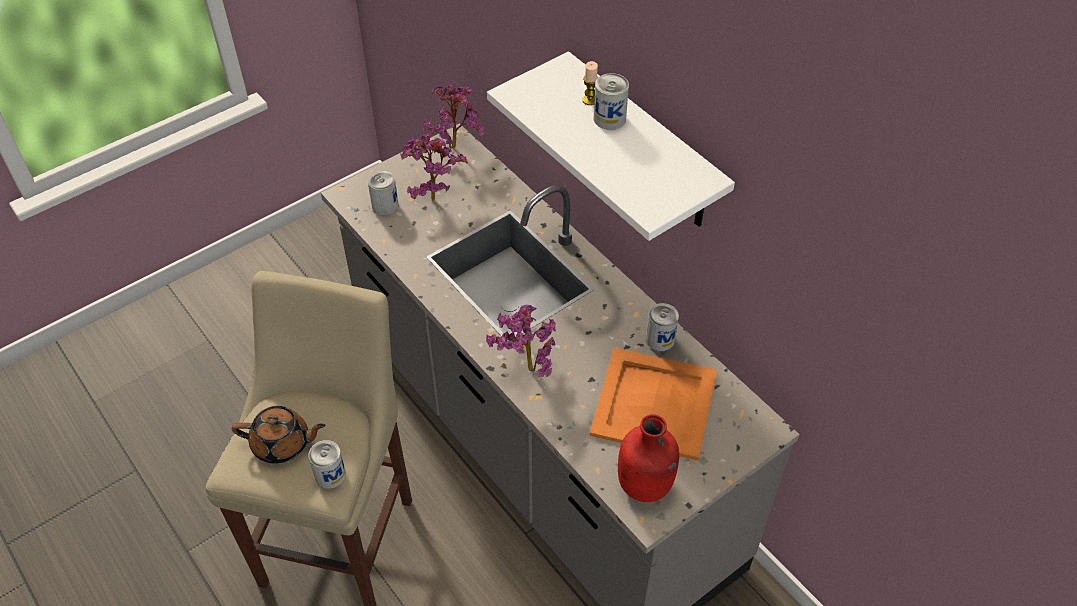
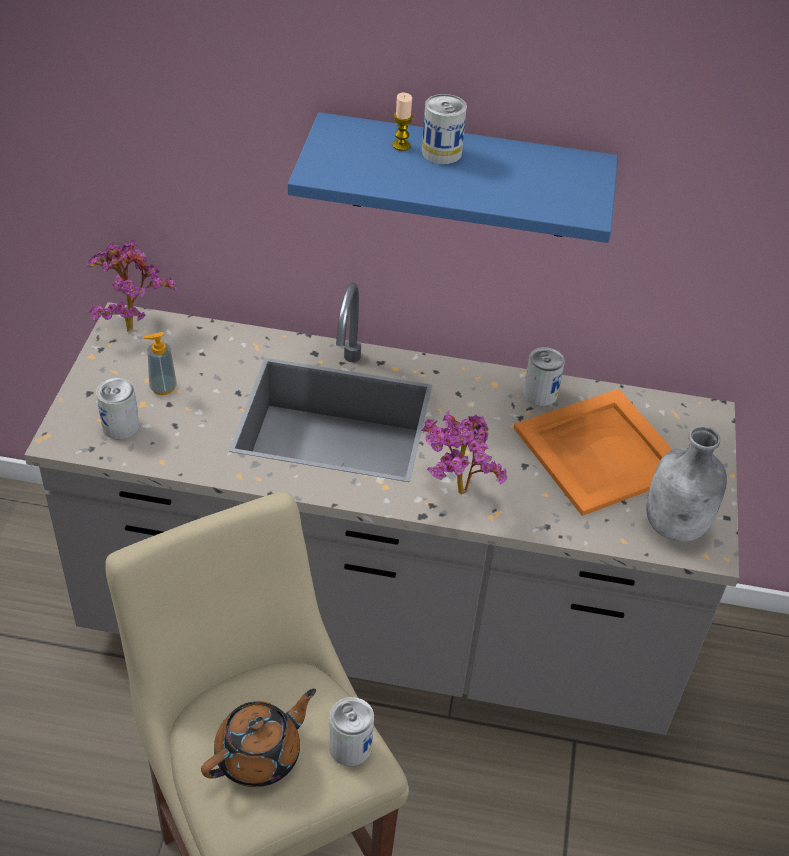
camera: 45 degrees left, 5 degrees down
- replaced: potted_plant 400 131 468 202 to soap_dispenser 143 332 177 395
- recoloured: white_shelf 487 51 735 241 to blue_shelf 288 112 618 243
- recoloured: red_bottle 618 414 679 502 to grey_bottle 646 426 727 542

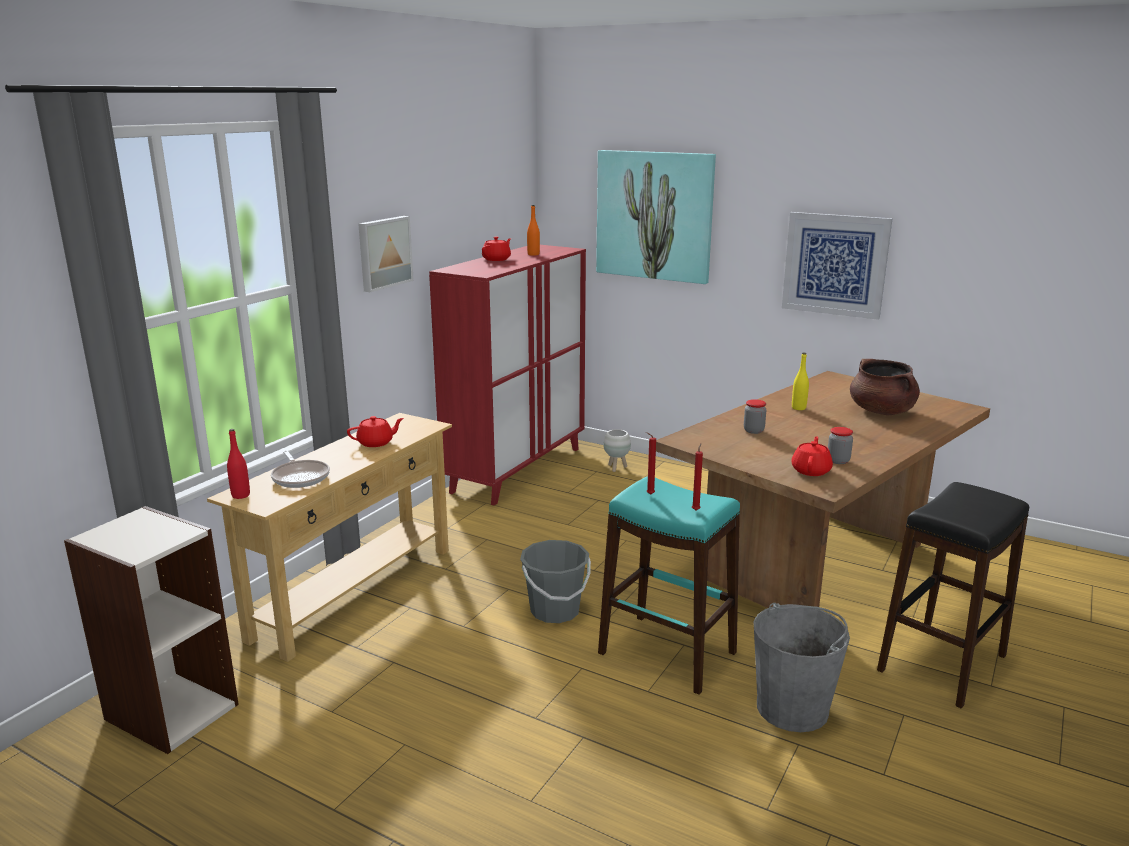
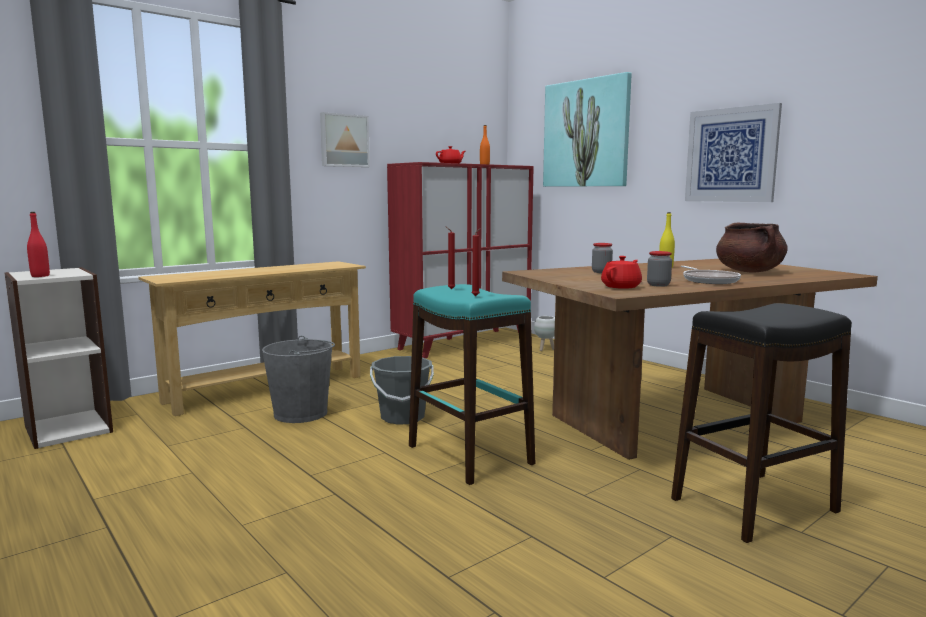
camera: 20 degrees right, 10 degrees down
- moved: red_bottle 227 429 250 499 to 27 212 50 277
- moved: grey_bucket 753 603 850 732 to 262 335 335 423
- moved: frying_pan 271 450 330 488 to 681 266 741 284
- removed: red_teapot 347 416 404 447

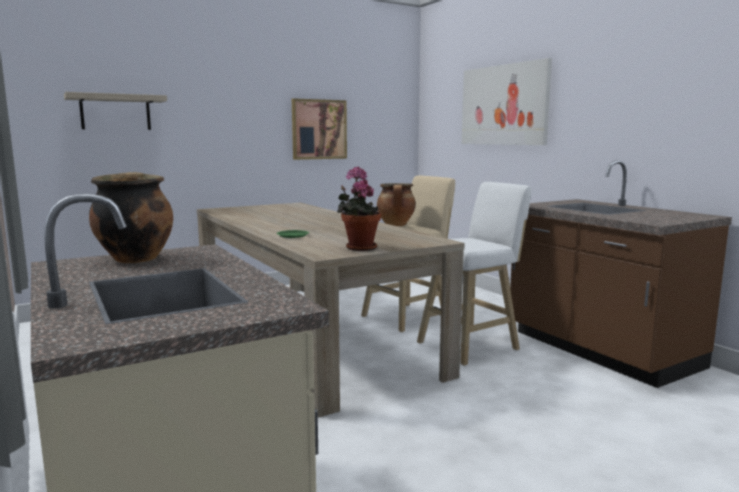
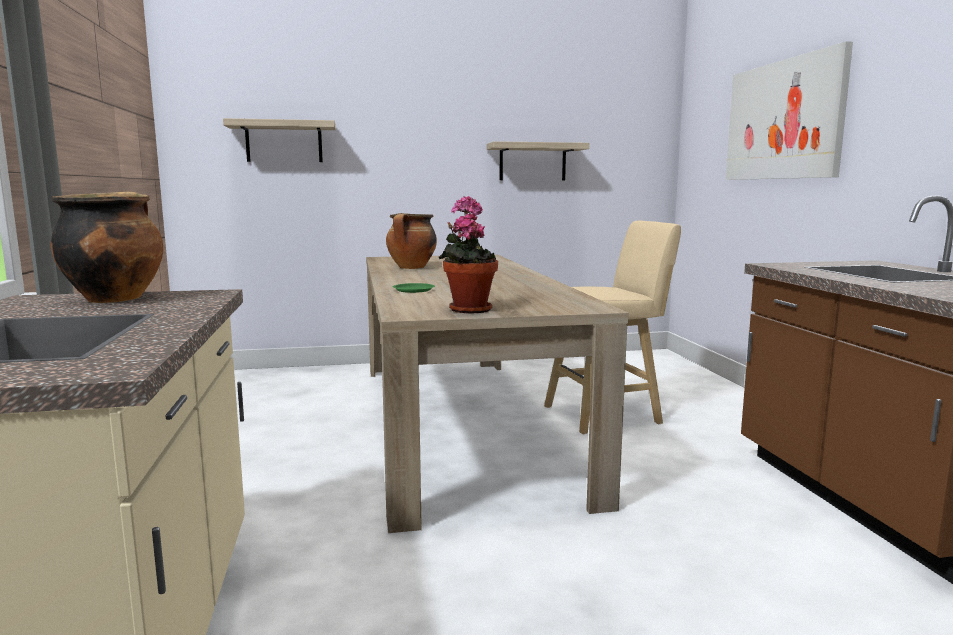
camera: 20 degrees right, 0 degrees up
- moved: cooking_pot 377 183 416 226 to 386 213 437 269
- replaced: picture 292 98 347 160 to shelf 487 141 589 181
- removed: white_stool 417 182 531 366

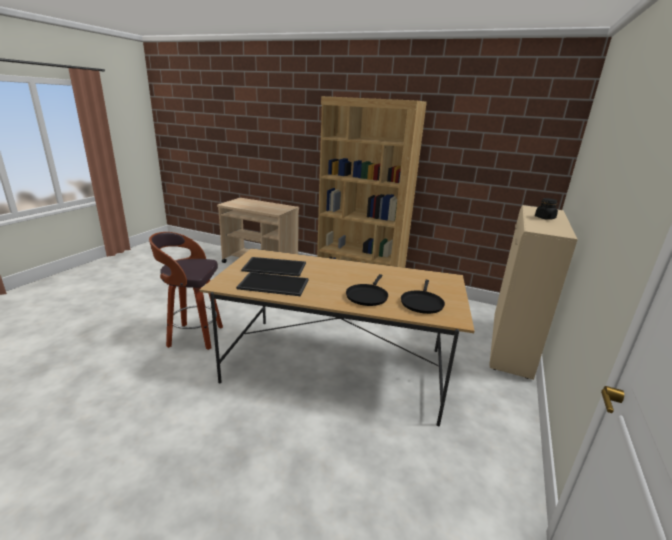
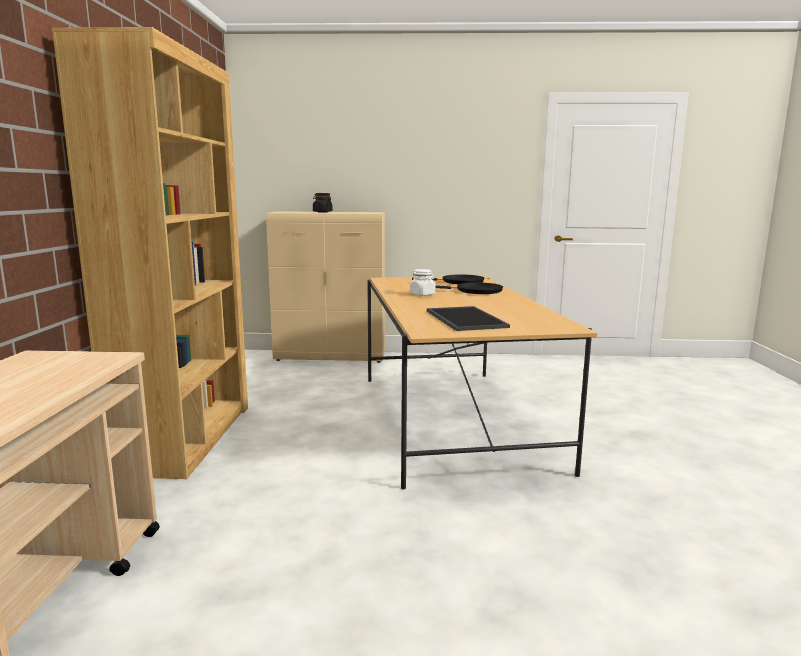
camera: 110 degrees left, 10 degrees down
- added: white_jar 410 269 436 296
- removed: stool 149 232 223 350
- removed: tray 236 272 309 296

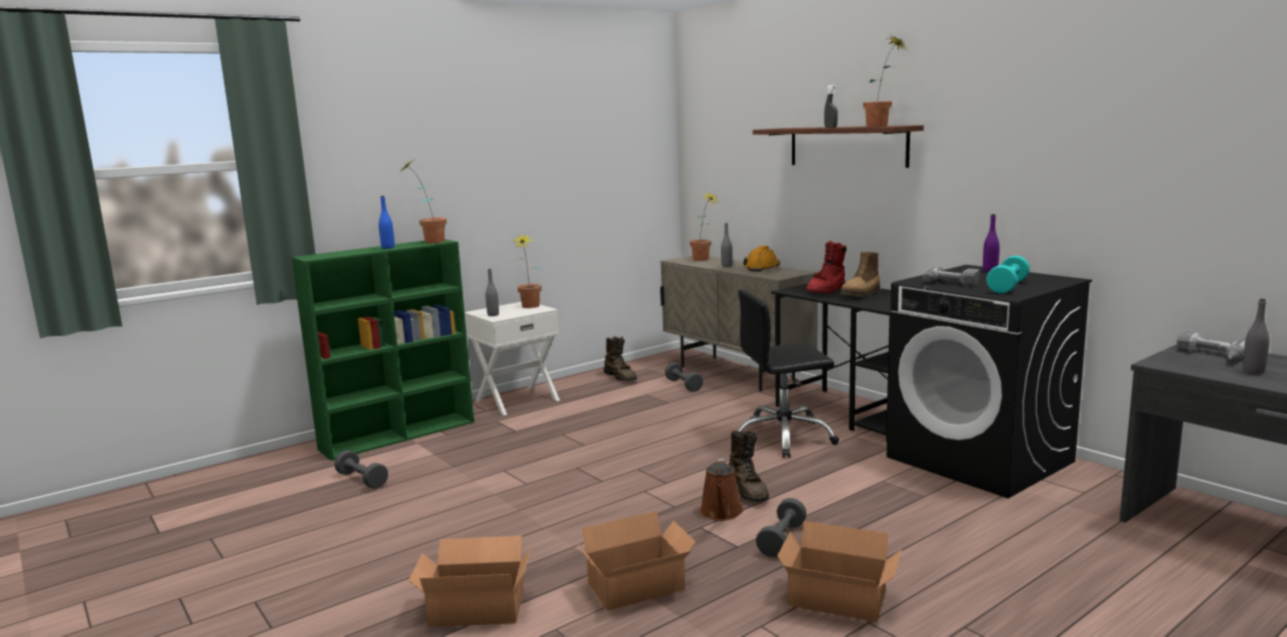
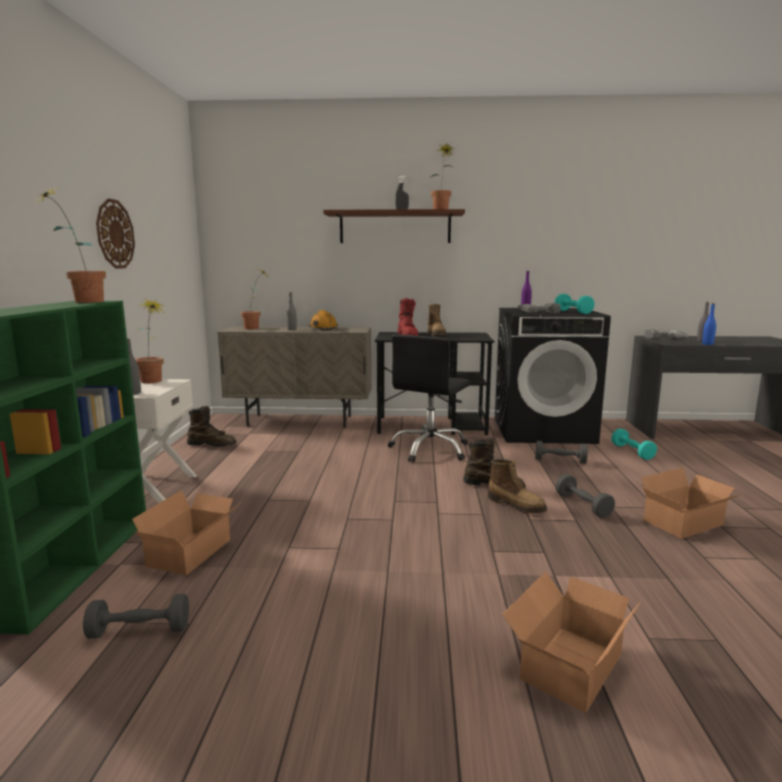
camera: 50 degrees left, 0 degrees up
- added: wall_clock 96 198 135 269
- moved: cardboard_box 576 511 696 611 to 132 490 240 575
- replaced: brown_watering_can 700 458 744 521 to boot 488 459 547 513
- moved: grey_dumbbell 665 362 703 392 to 535 441 588 464
- added: turquoise_dumbbell 611 429 657 460
- moved: blue_bottle 379 196 395 249 to 702 304 716 345

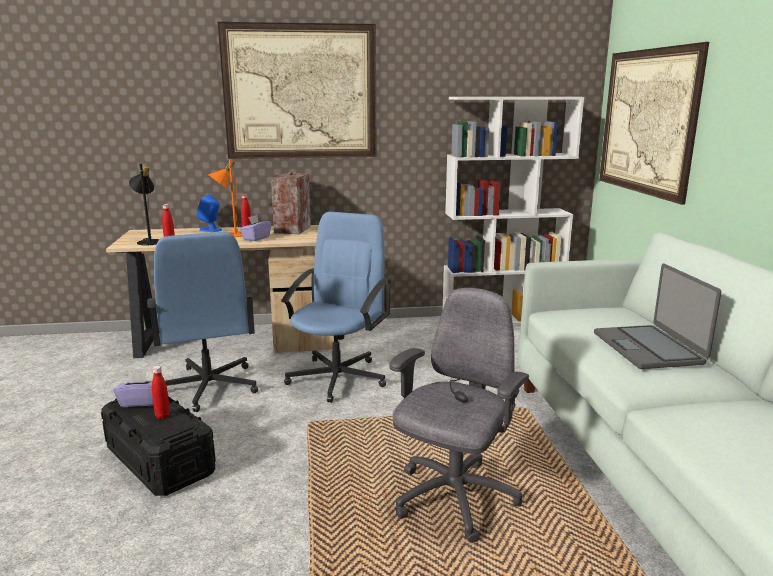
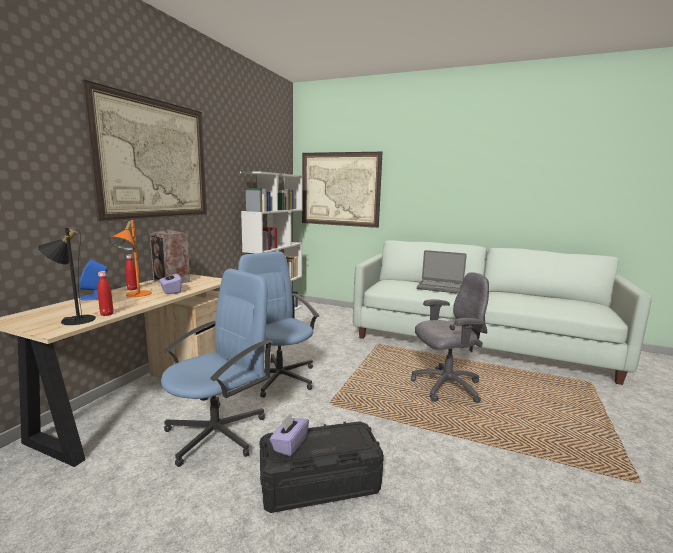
camera: 60 degrees left, 5 degrees down
- turned: blue_office_chair 147 232 258 412 = 161 268 273 467 60 degrees counterclockwise
- turned: grey_office_chair 389 288 529 542 = 411 272 489 403 105 degrees clockwise
- removed: red_bottle 152 366 170 419

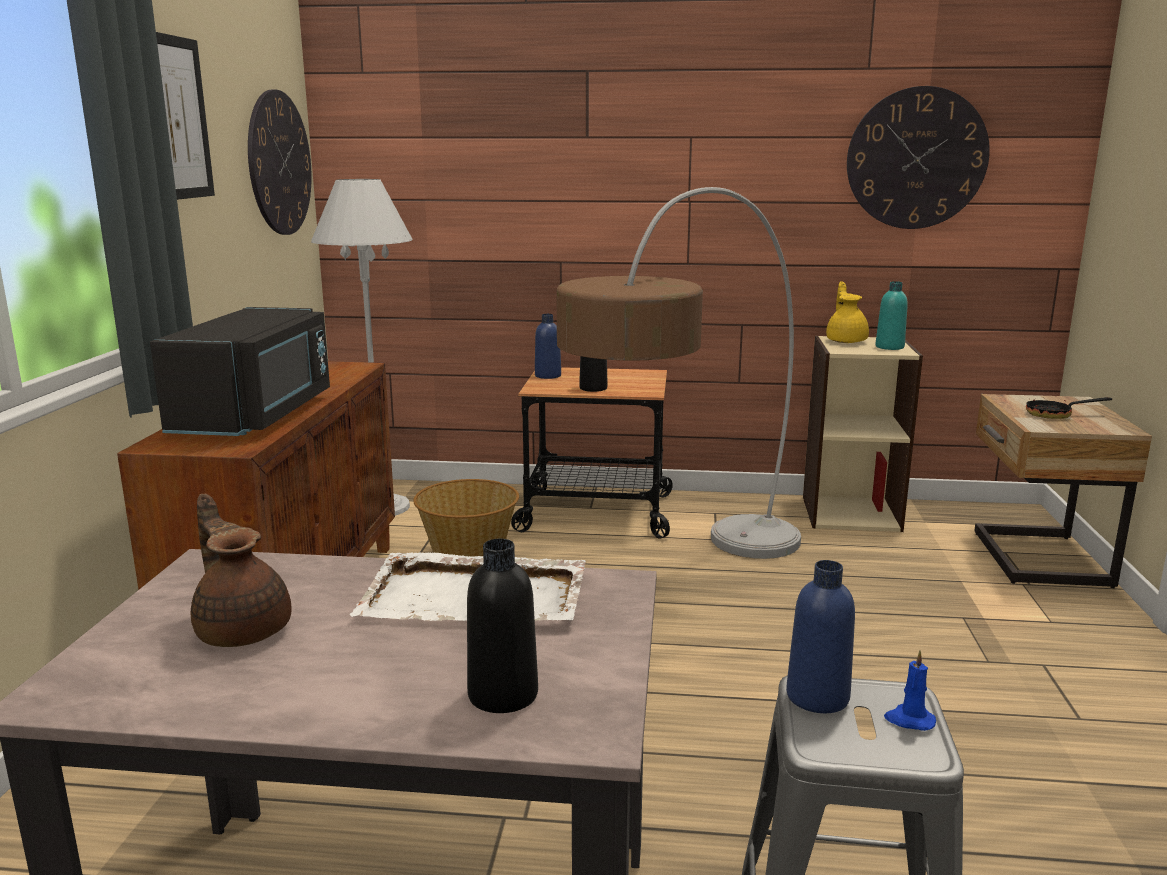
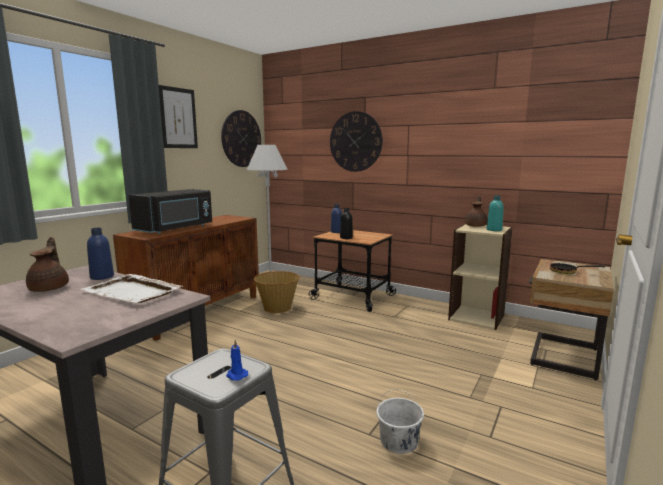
camera: 25 degrees right, 5 degrees down
- moved: blue_bottle 786 560 855 713 to 87 228 114 280
- moved: wall_clock 847 86 990 229 to 330 111 383 172
- added: white_bucket 376 389 424 454
- recoloured: yellow_teapot 826 281 869 343 to brown_teapot 465 196 488 227
- removed: black_bottle 467 539 538 713
- removed: floor_lamp 556 187 801 559

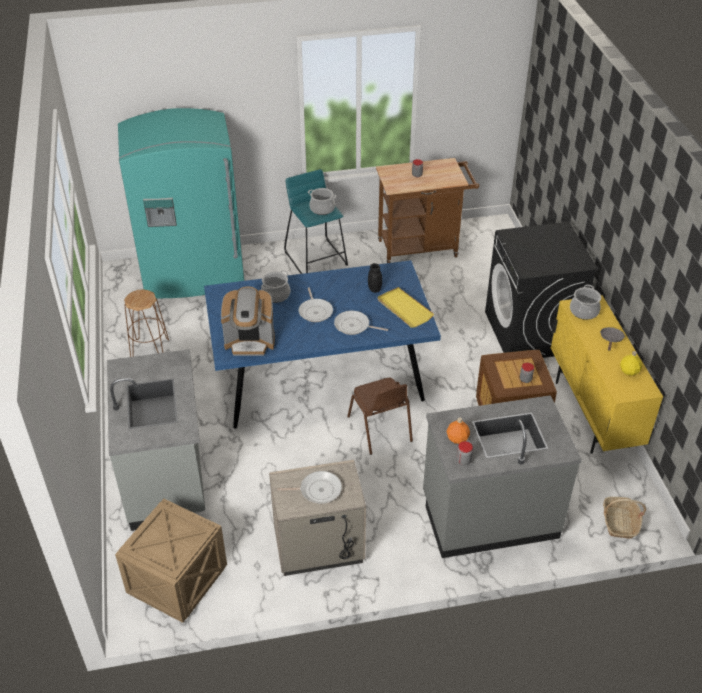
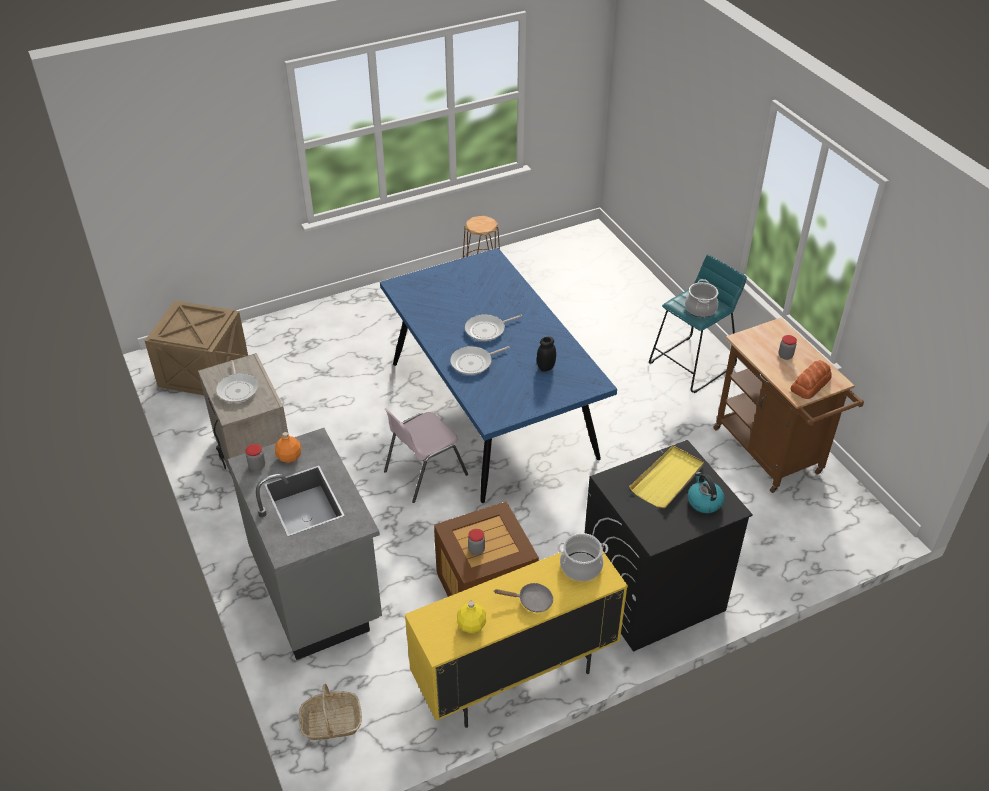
camera: 75 degrees right, 0 degrees up
- recoloured: brown_chair 347 378 413 455 to pink_chair 384 408 468 503
- turned: frying_pan 334 311 388 335 = 450 346 510 375 120 degrees counterclockwise
- moved: yellow_tray 378 287 434 328 to 629 446 704 508
- added: kettle 688 472 725 513
- added: bread 791 360 832 399
- removed: grey_counter 107 349 205 531
- removed: turquoise_fridge 118 108 244 299
- removed: coffee_machine 221 287 275 356
- removed: cooking_pot 261 270 290 303

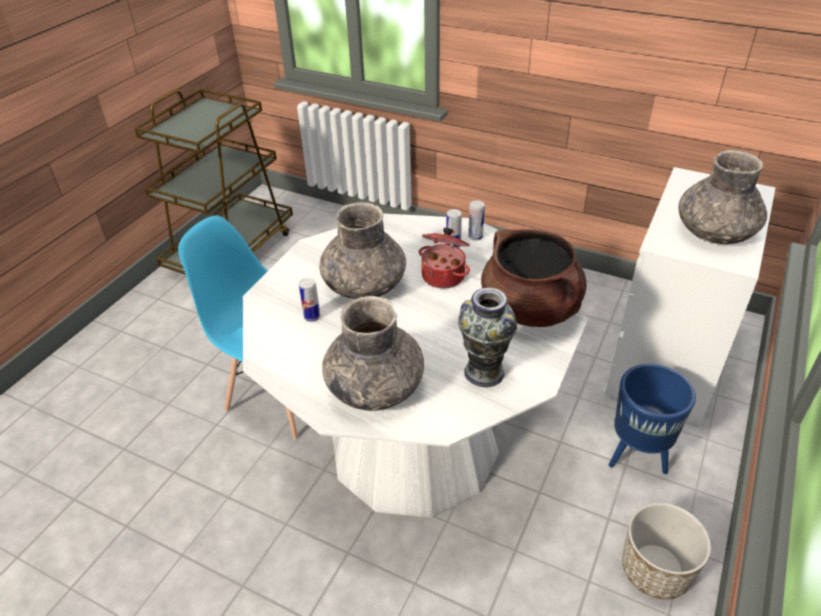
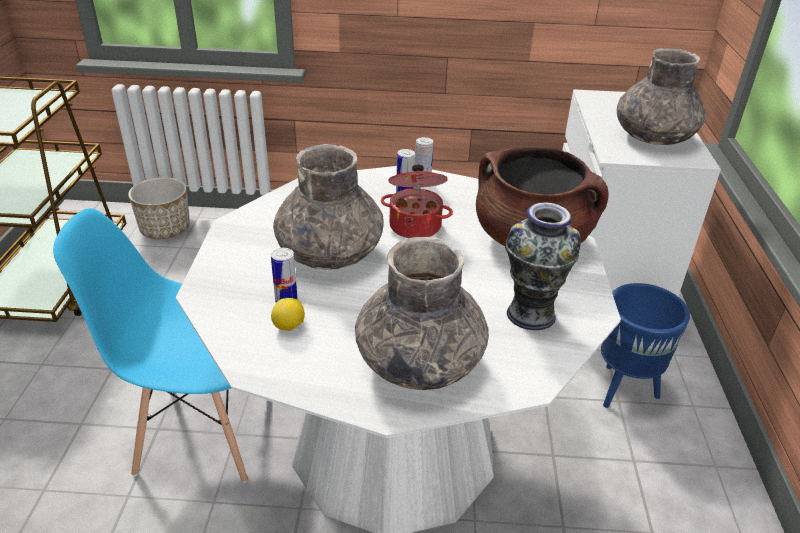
camera: 25 degrees left, 5 degrees down
- moved: planter 622 503 711 600 to 128 177 190 239
- added: lemon 271 298 305 331

